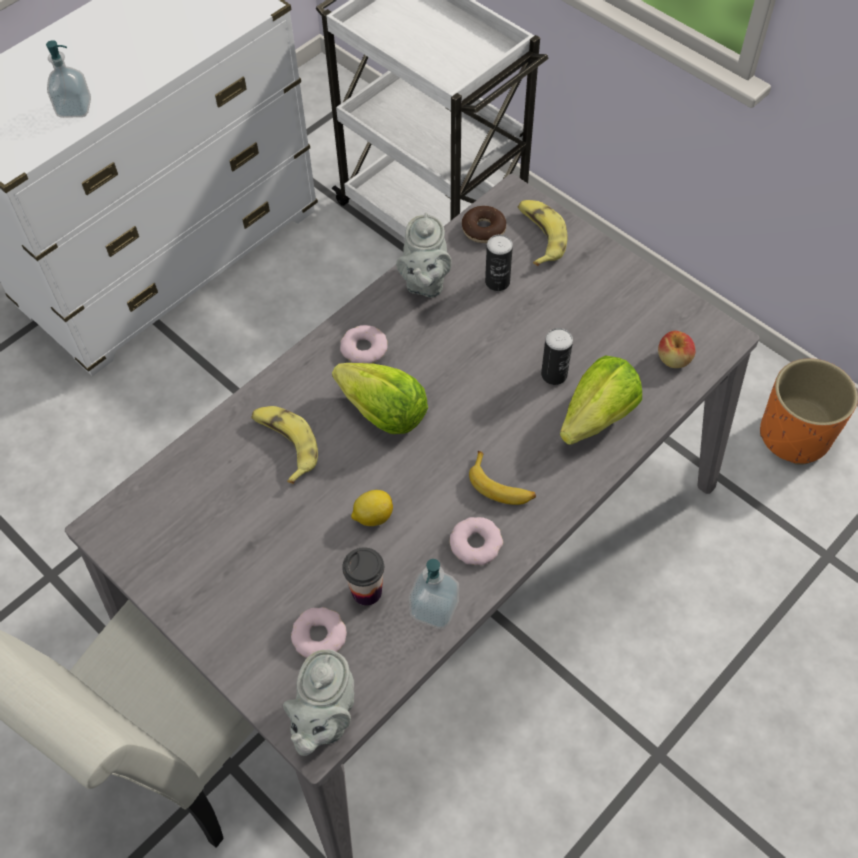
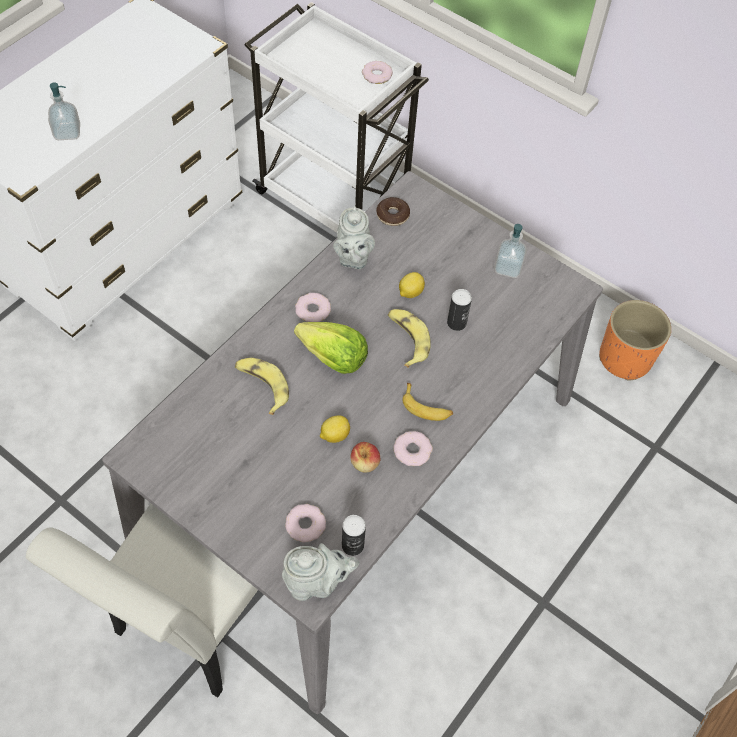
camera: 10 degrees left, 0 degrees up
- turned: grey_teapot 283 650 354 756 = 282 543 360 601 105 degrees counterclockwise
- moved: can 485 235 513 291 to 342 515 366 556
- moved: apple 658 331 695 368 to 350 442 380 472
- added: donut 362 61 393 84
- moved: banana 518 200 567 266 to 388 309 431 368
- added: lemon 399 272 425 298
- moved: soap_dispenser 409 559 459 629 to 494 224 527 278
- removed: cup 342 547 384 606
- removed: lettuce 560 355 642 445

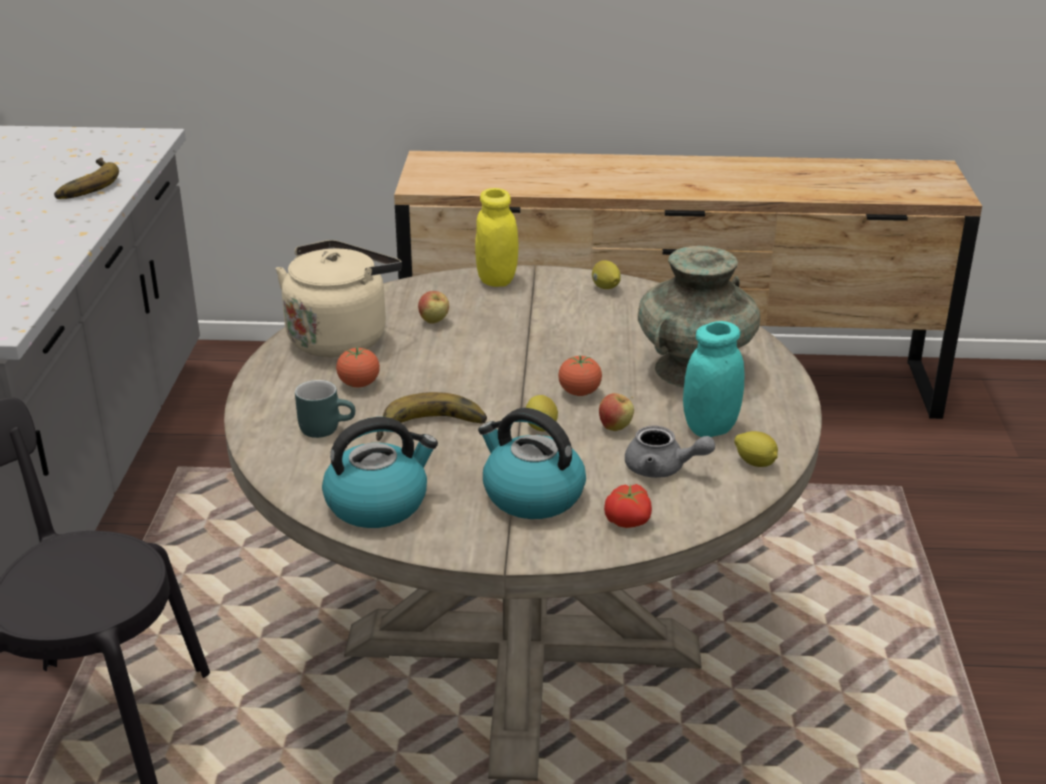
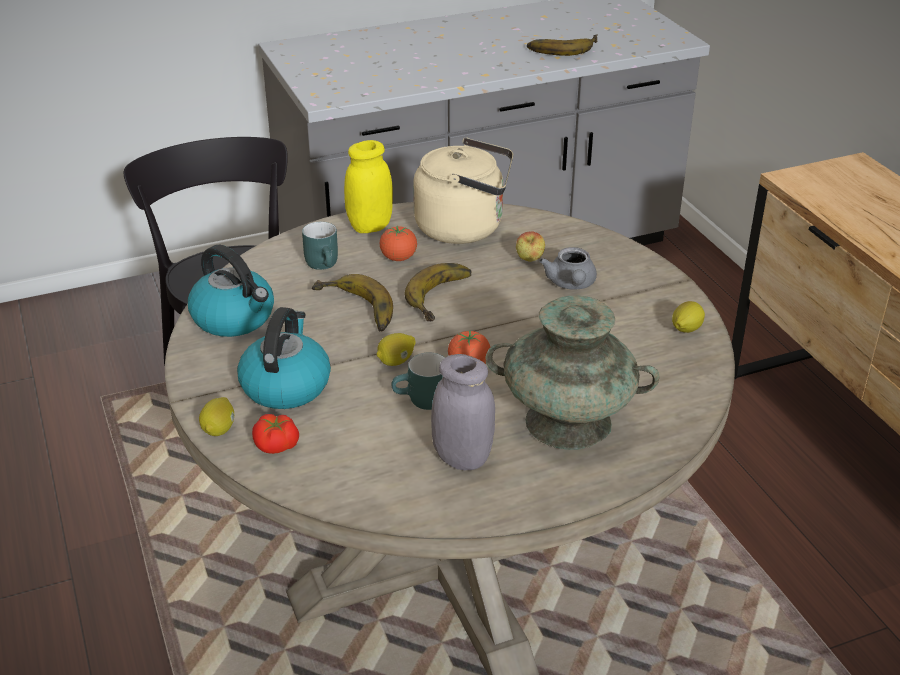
camera: 65 degrees right, 5 degrees up
- moved: lemon 734 431 778 467 to 199 397 234 436
- moved: yellow_jar 475 188 519 287 to 344 140 393 233
- replaced: apple 599 393 634 431 to turquoise_mug 391 352 445 410
- added: banana 405 263 471 321
- recoloured: turquoise_jar 683 321 745 437 to grey_jar 431 354 495 470
- moved: grey_teapot 625 426 715 478 to 539 247 597 290

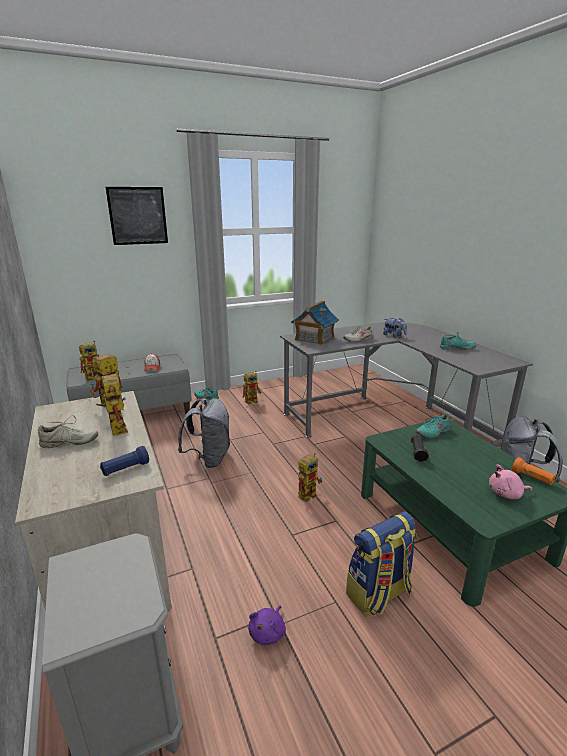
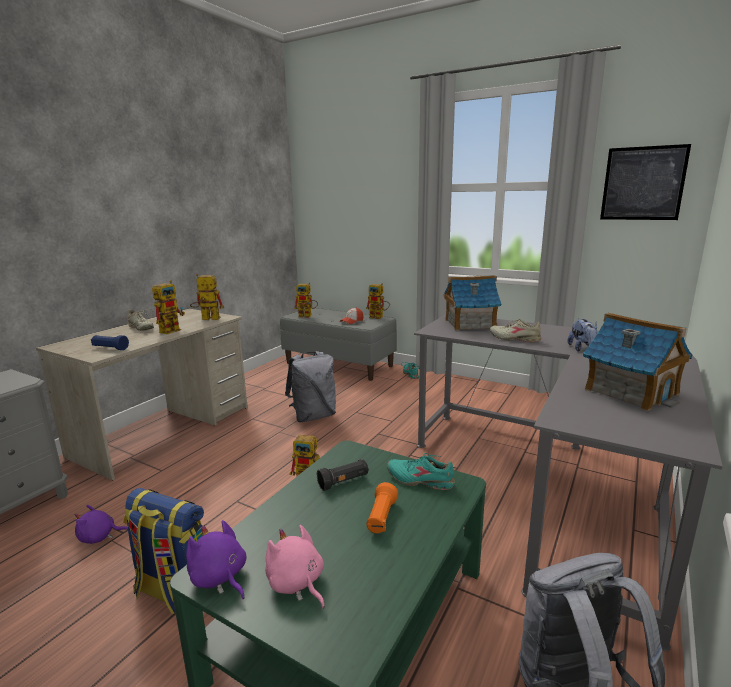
camera: 55 degrees right, 5 degrees down
- added: purple_plush_toy 186 520 246 599
- moved: toy_robot 243 371 261 405 to 366 283 390 319
- moved: orange_flashlight 512 458 556 485 to 366 482 398 533
- replaced: turquoise_shoe 439 332 476 350 to toy_house 583 313 693 411
- moved: picture 106 187 168 245 to 600 144 691 220

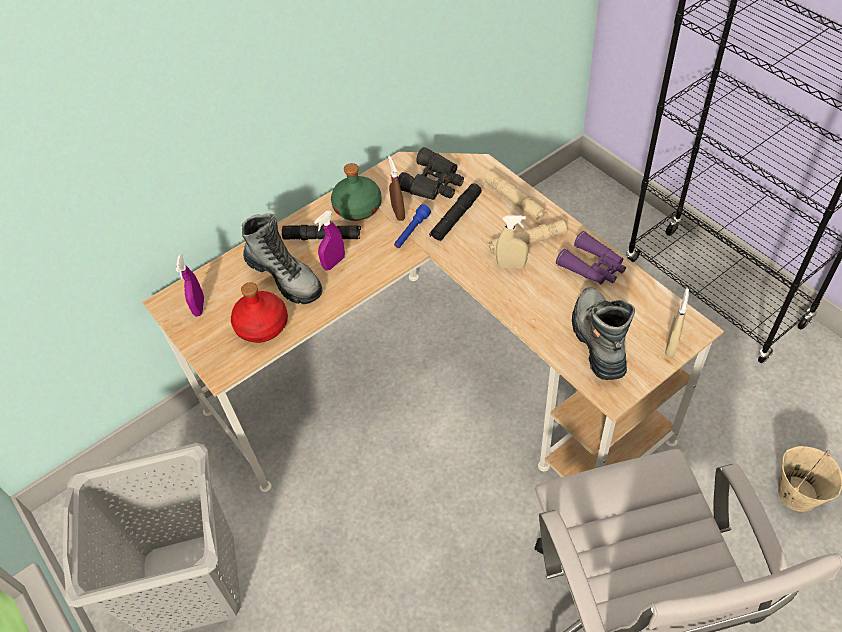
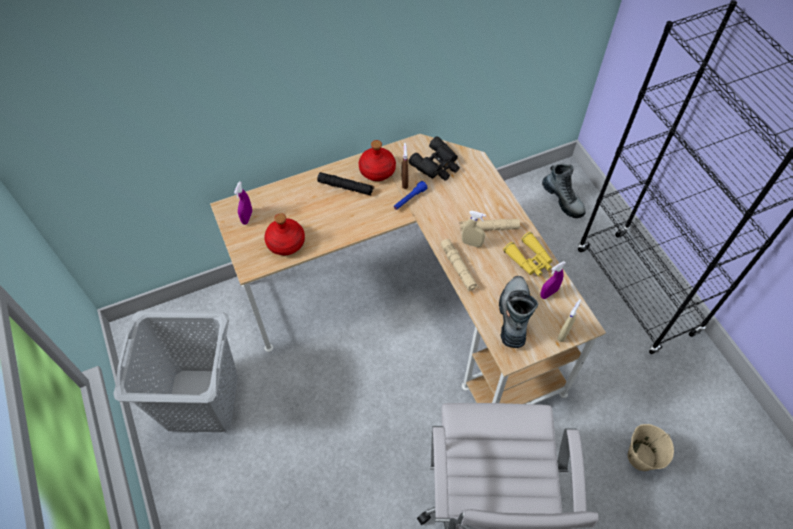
camera: 10 degrees right, 5 degrees up
- recoloured: green_bottle 331 163 382 221 to red_bottle 359 140 396 181
- moved: beige_flashlight 485 171 548 221 to 440 239 478 292
- recoloured: purple_binoculars 556 231 626 284 to yellow_binoculars 503 232 552 277
- moved: purple_spray_bottle 314 210 345 271 to 540 261 566 299
- moved: boot 242 213 322 304 to 542 163 586 218
- removed: black_flashlight 429 183 482 241

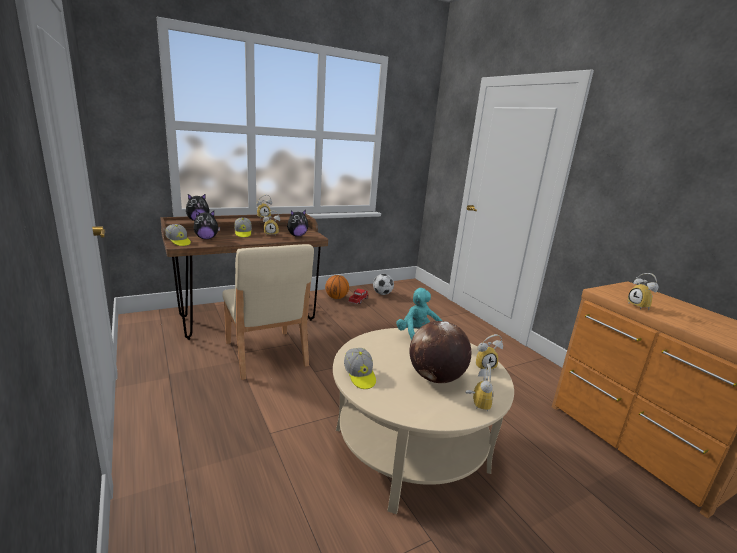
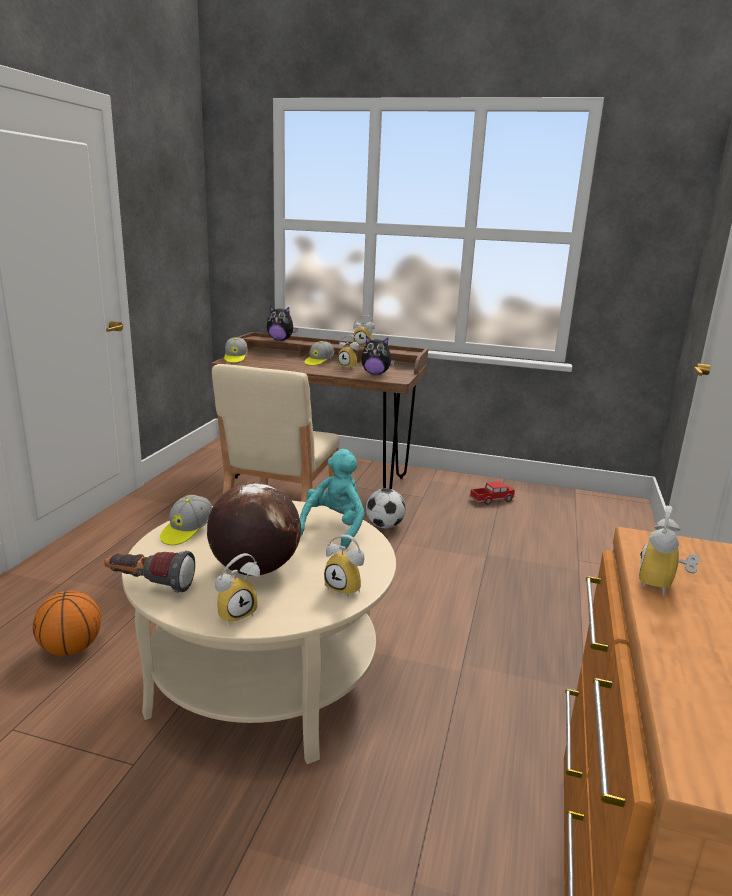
camera: 45 degrees right, 0 degrees up
- moved: basketball 325 275 349 299 to 32 591 101 656
- added: flashlight 104 551 195 593
- moved: football 373 274 394 295 to 366 488 406 528
- removed: plush_toy 193 211 220 239

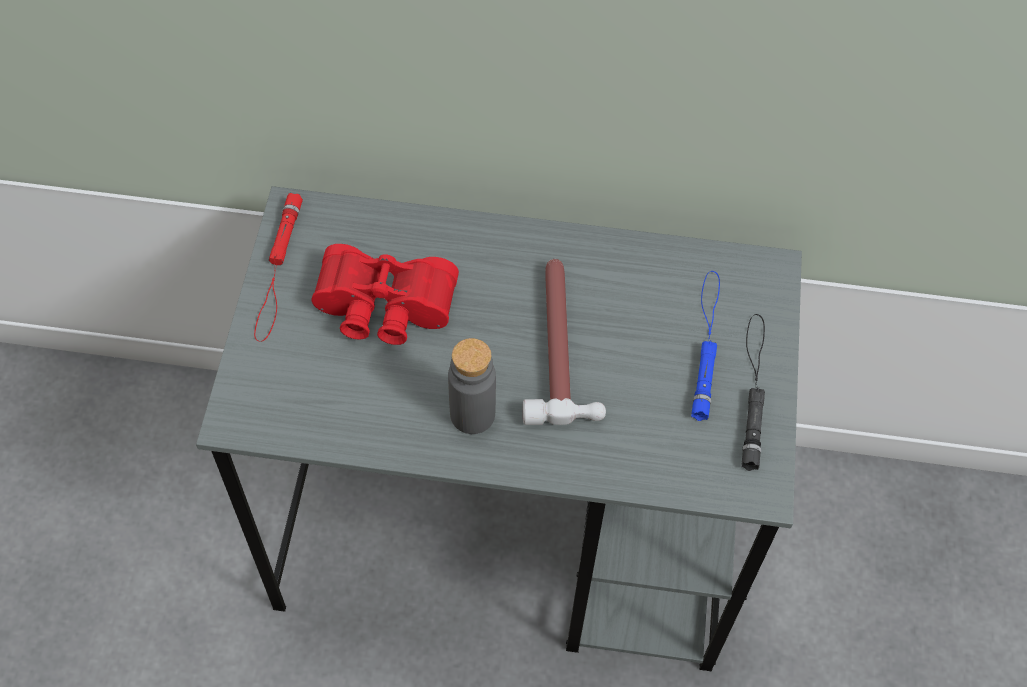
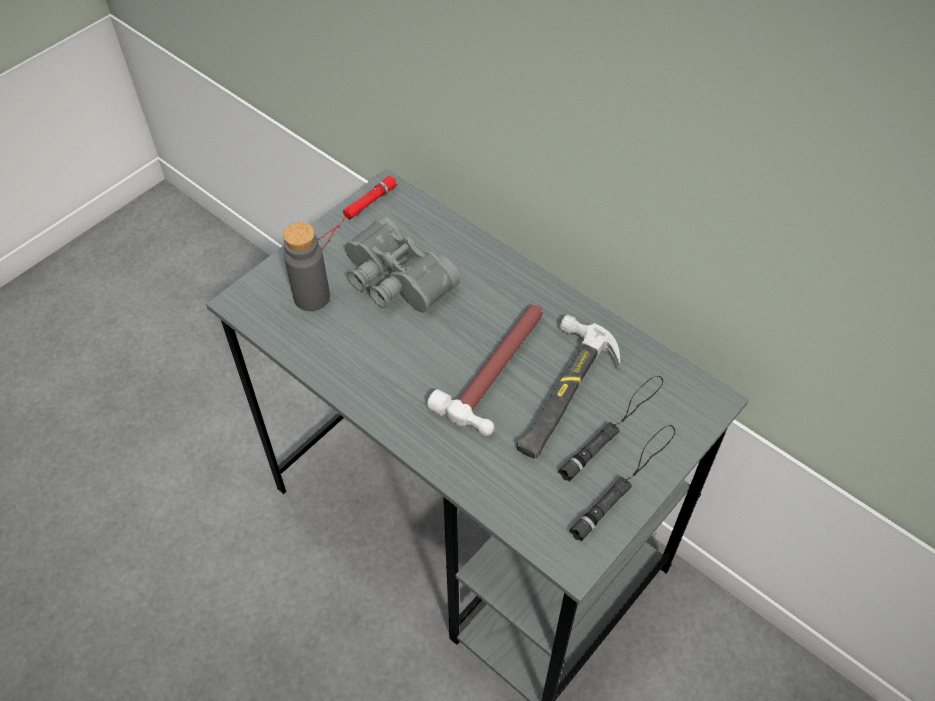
camera: 35 degrees right, 5 degrees down
- moved: grey_bottle 448 338 496 434 to 283 222 330 311
- recoloured: red_binoculars 312 244 459 345 to grey_binoculars 345 217 460 313
- added: hammer 517 315 620 458
- recoloured: blue_flashlight 691 271 720 421 to black_flashlight 558 376 663 481

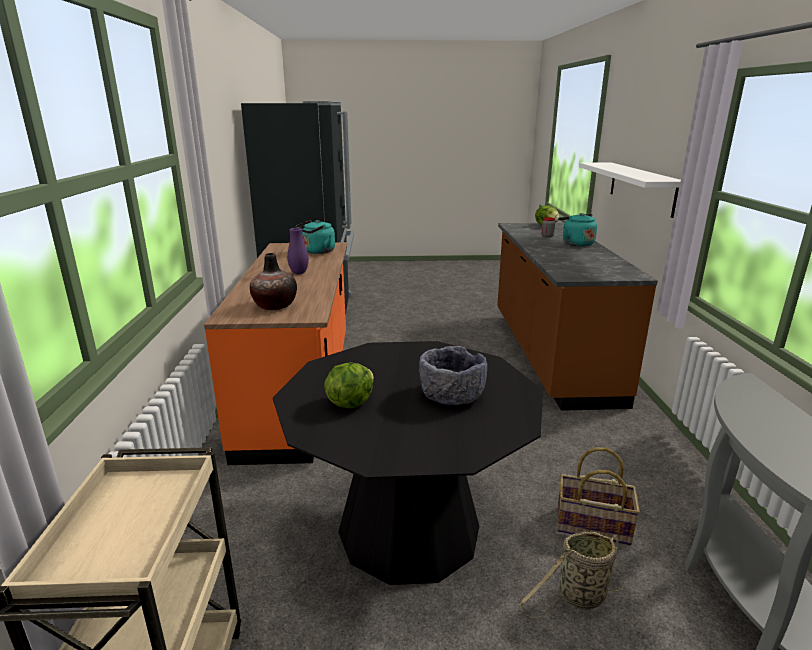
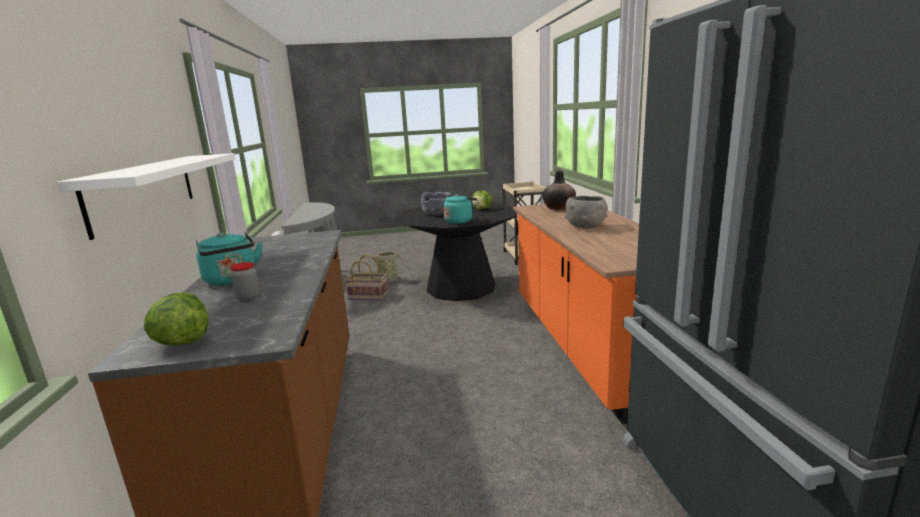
camera: 175 degrees right, 5 degrees down
- moved: turquoise_kettle 295 220 335 254 to 443 194 477 224
- replaced: purple_vase 287 228 309 275 to grey_bowl 564 196 608 229

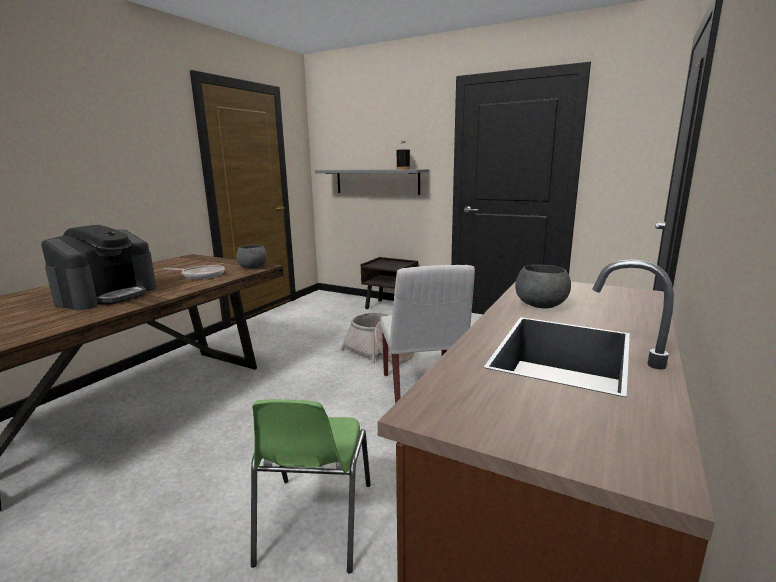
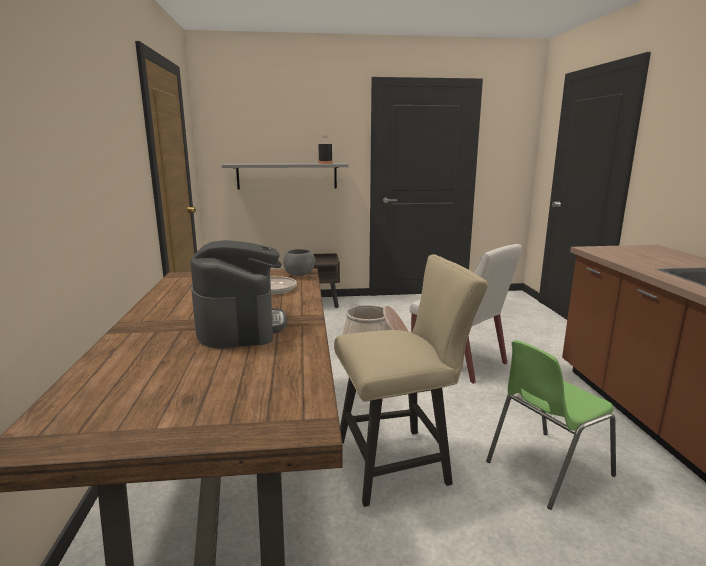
camera: 35 degrees left, 0 degrees up
- added: beige_chair 334 255 488 507
- turned: green_chair 251 399 371 573 = 486 340 616 510 90 degrees clockwise
- removed: grey_bowl 515 265 571 309

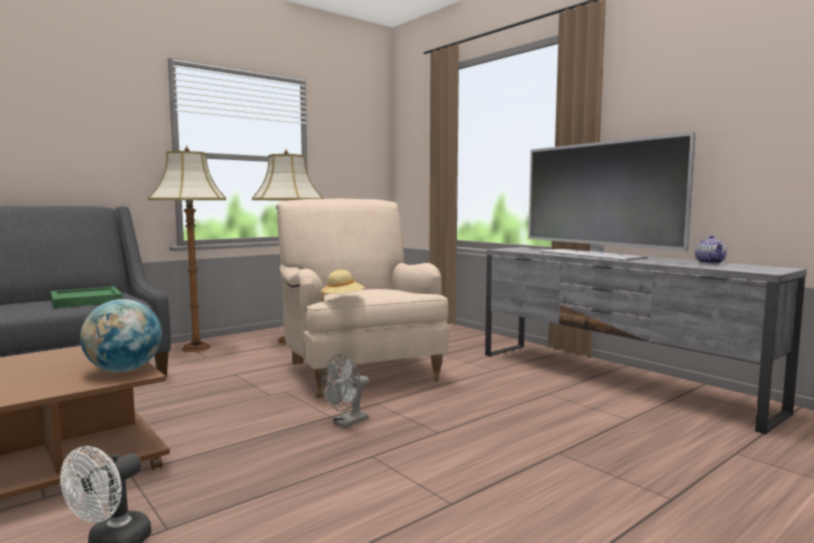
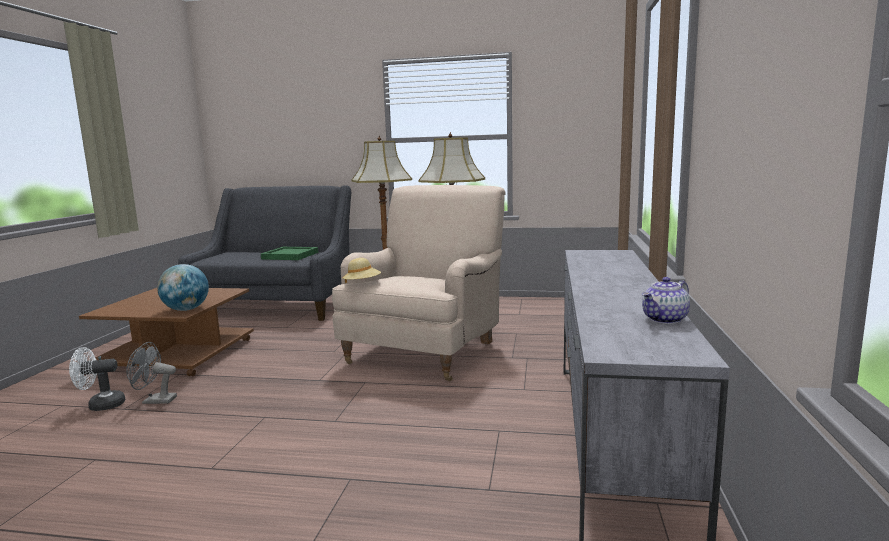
camera: 50 degrees right, 5 degrees up
- moved: grey_fan 322 355 369 428 to 126 342 177 404
- removed: television 528 132 696 261

